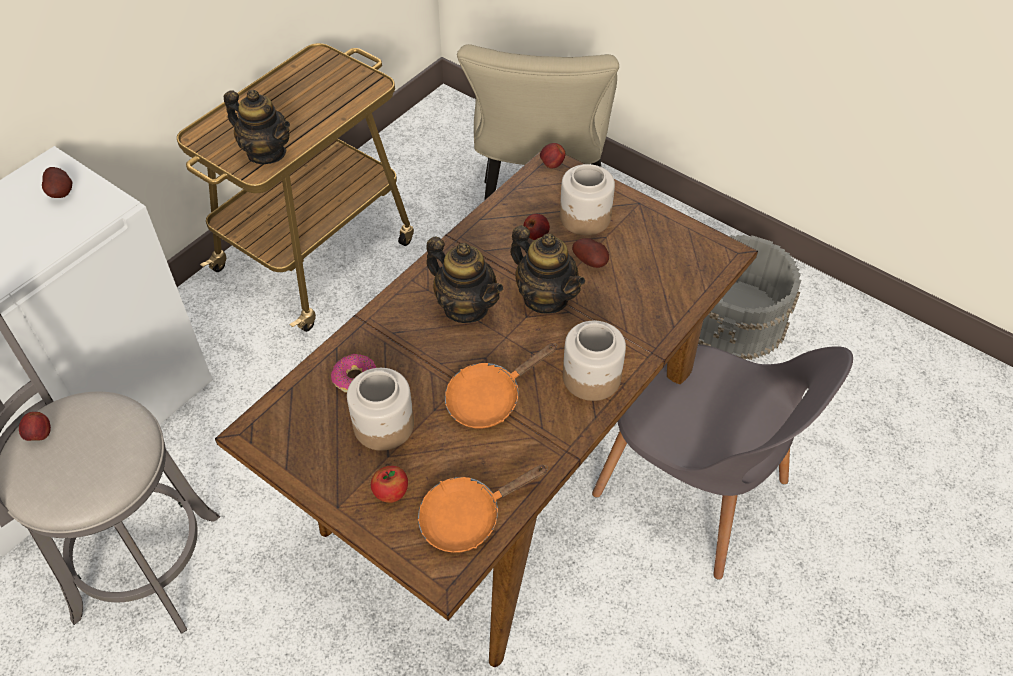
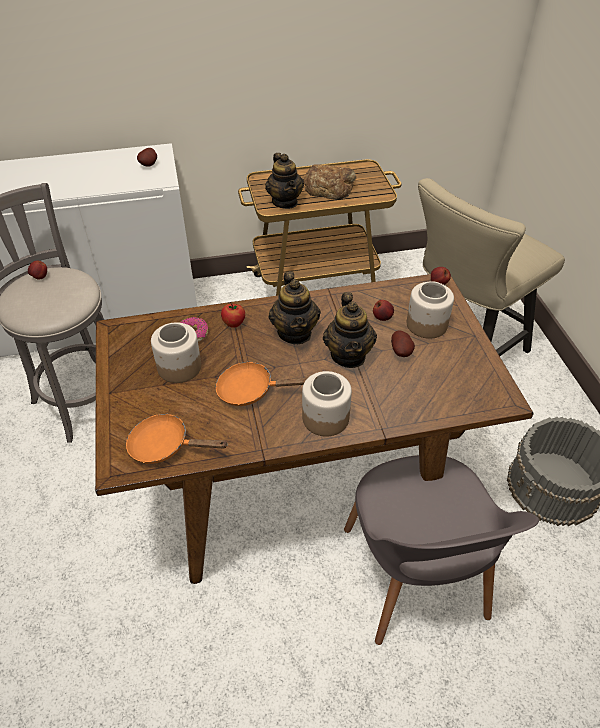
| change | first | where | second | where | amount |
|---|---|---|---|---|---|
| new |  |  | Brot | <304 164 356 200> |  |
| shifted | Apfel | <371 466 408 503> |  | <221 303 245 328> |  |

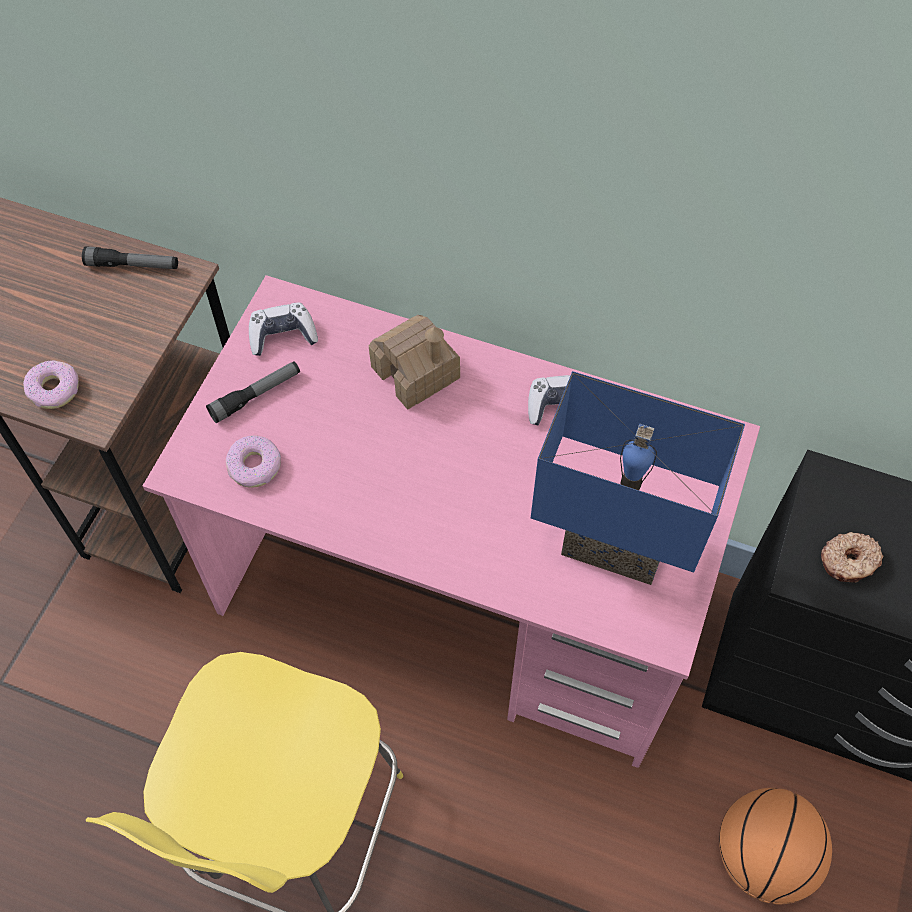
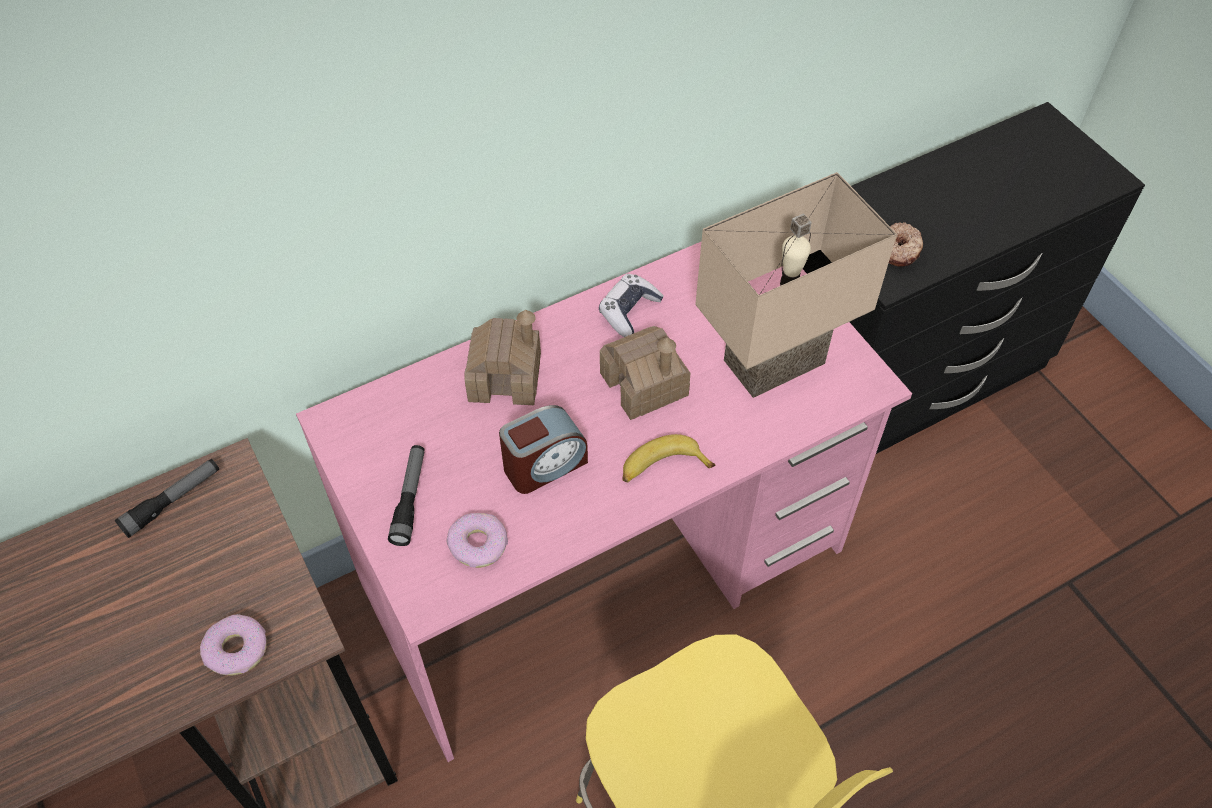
| change | first | where | second | where | amount |
|---|---|---|---|---|---|
| gone | Gamepad | <249 303 318 356> |  |  |  |
| gone | Basketball | <719 788 832 905> |  |  |  |
| new |  |  | Wecker | <499 405 588 494> |  |
| new |  |  | Spielzeughaus | <600 326 690 420> |  |
| new |  |  | Banane | <622 434 715 482> |  |
| repainted | Tischlampe/blau | <531 371 745 585> | Tischlampe/beige | <695 172 897 398> |  |

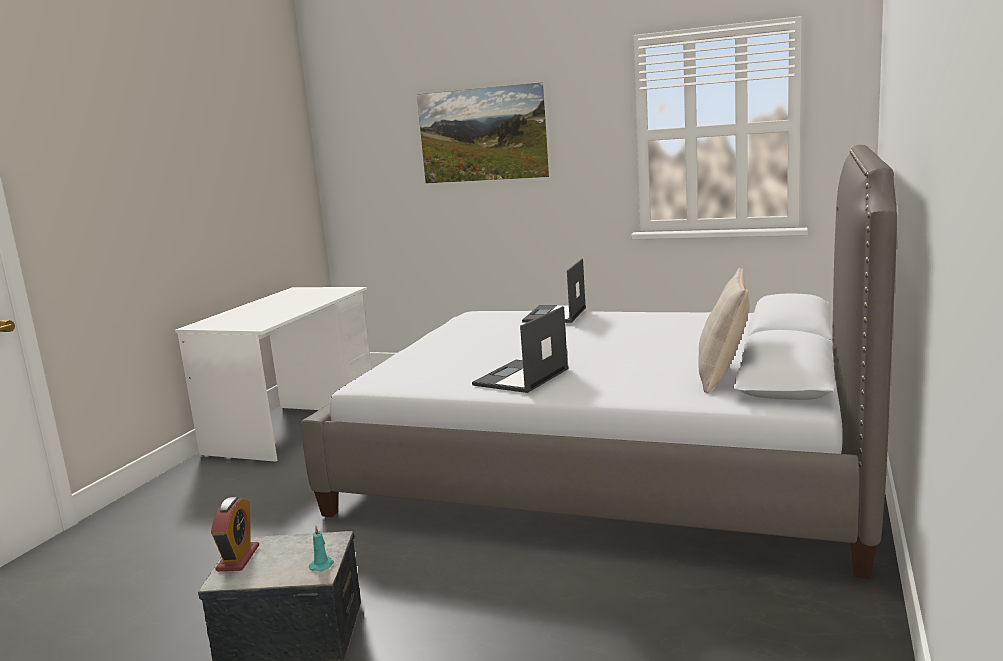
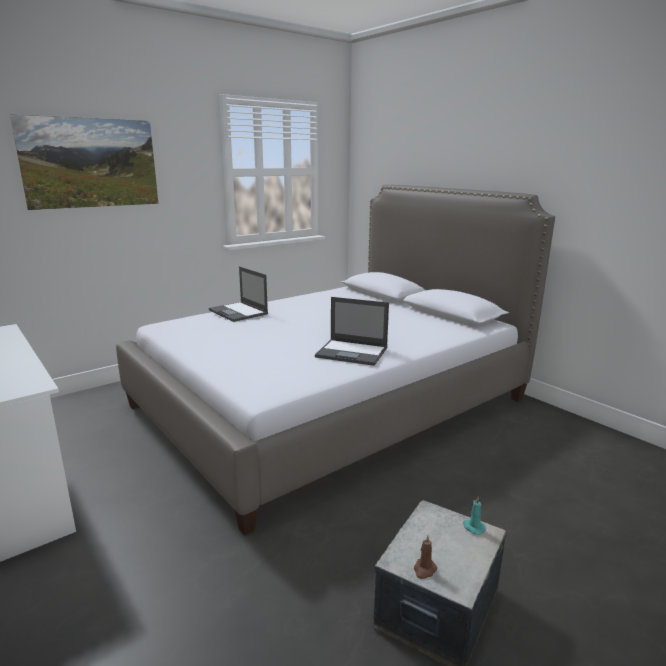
| change | first | where | second | where | amount |
|---|---|---|---|---|---|
| gone | Kissen/beige | <699 268 749 393> |  |  |  |
| swapped | Wecker | <211 497 259 571> | Kerze/braun | <414 535 437 579> |  |
| rotated | Laptop | <472 306 568 393> |  | <315 297 389 366> | 45 degrees counterclockwise |

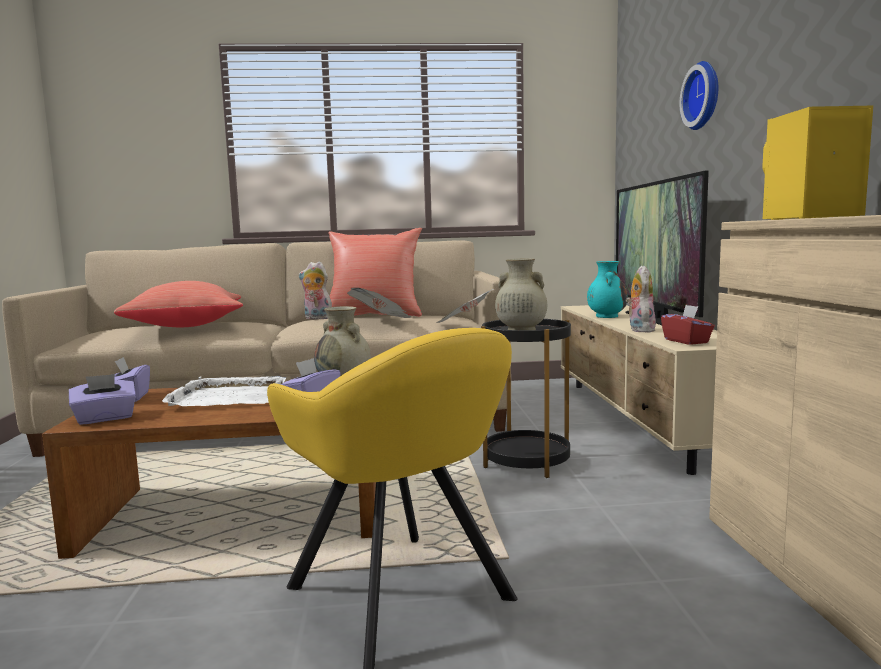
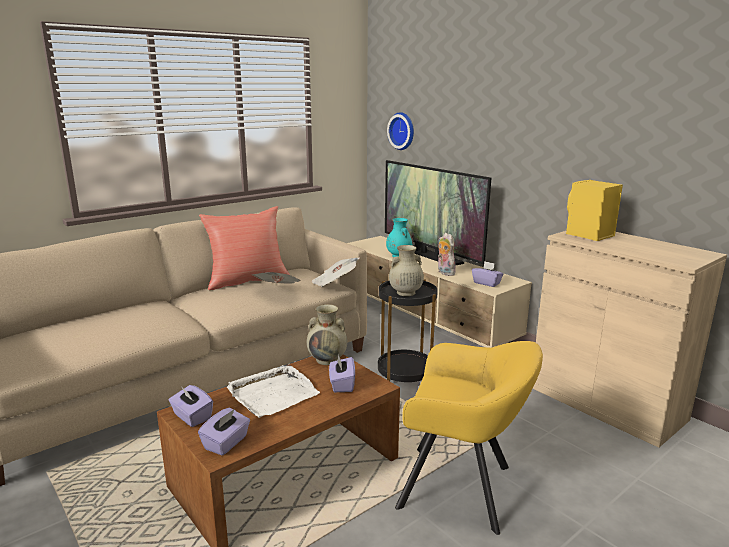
| change | first | where | second | where | amount |
|---|---|---|---|---|---|
| gone | Kissen/rot | <114 281 243 327> |  |  |  |
| gone | Plüschtier | <298 261 332 319> |  |  |  |
| shifted | Wanduhr | <680 61 718 130> |  | <387 112 414 150> |  |
| repainted | Taschentuchbox/rot | <661 305 715 345> | Taschentuchbox/lila | <472 261 504 287> |  |

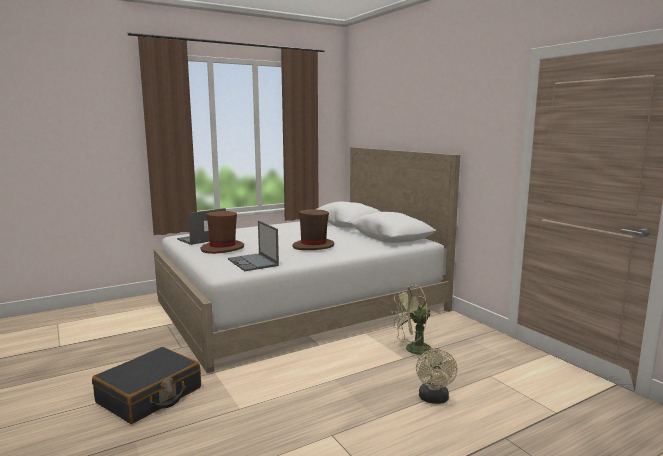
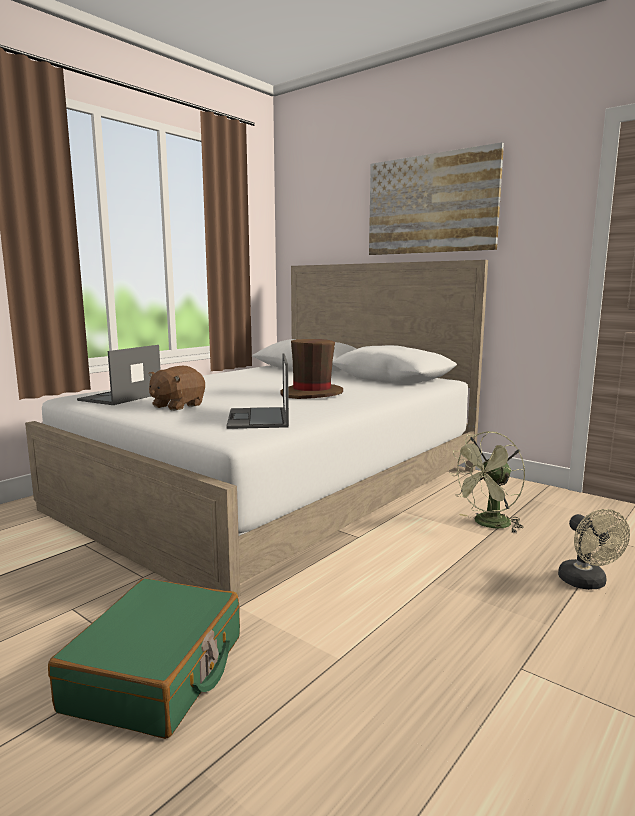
| change | first | where | second | where | amount |
|---|---|---|---|---|---|
| new |  |  | Bild | <369 142 504 255> |  |
| swapped | Hut/braun | <201 211 244 254> | Plüschtier/braun | <148 366 205 411> |  |
| repainted | Koffer/schwarz | <92 347 201 424> | Koffer/grün | <48 578 240 739> |  |
| rotated | Laptop | <228 221 279 271> |  | <226 354 289 429> | 45 degrees clockwise |

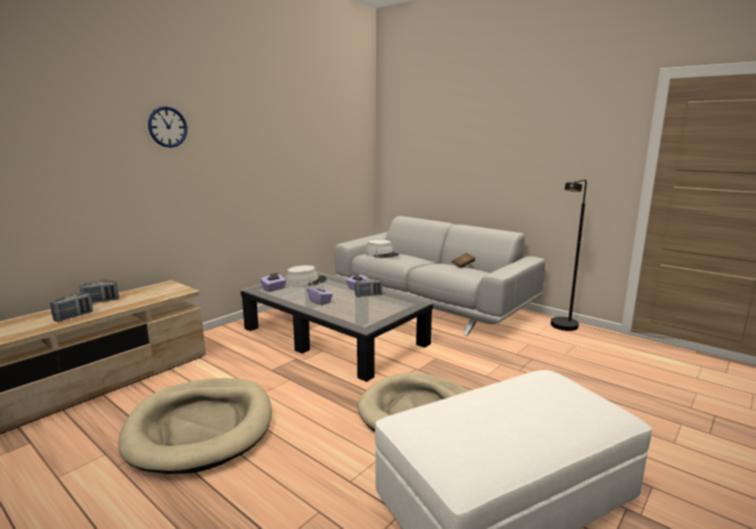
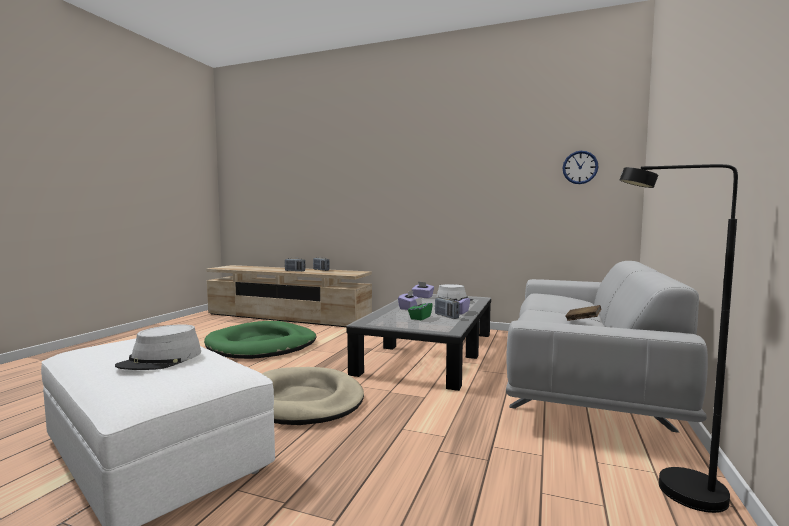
| change | first | where | second | where | amount |
|---|---|---|---|---|---|
| new |  |  | Taschentuchbox/grün | <408 297 433 320> |  |
| shifted | Wanduhr | <148 106 187 148> |  | <562 151 599 184> |  |
| shifted | Hut/grau | <365 239 399 258> |  | <115 324 201 370> |  |
| repainted | Hundebett/beige | <118 378 272 474> | Hundebett/grün | <204 321 316 359> |  |

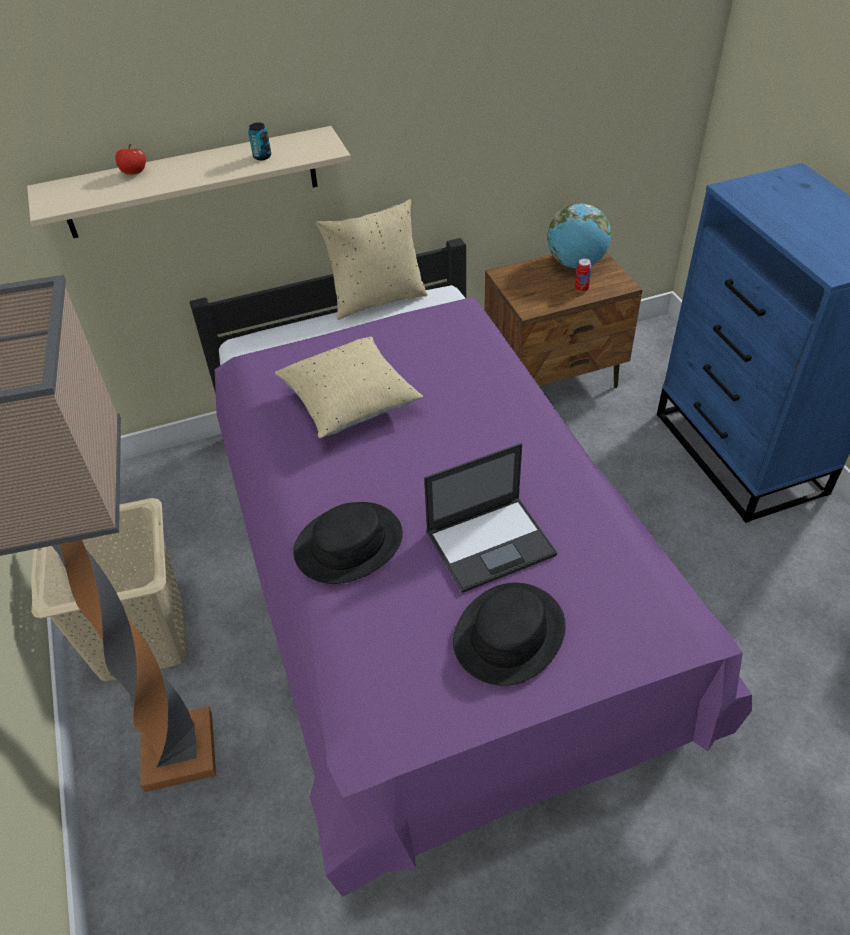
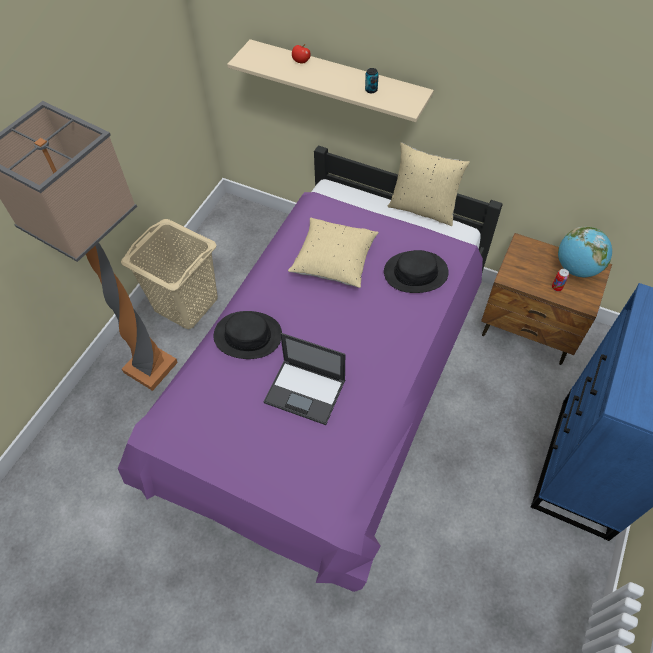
| change | first | where | second | where | amount |
|---|---|---|---|---|---|
| shifted | Hut/schwarz | <453 583 566 686> |  | <384 250 449 293> |  |

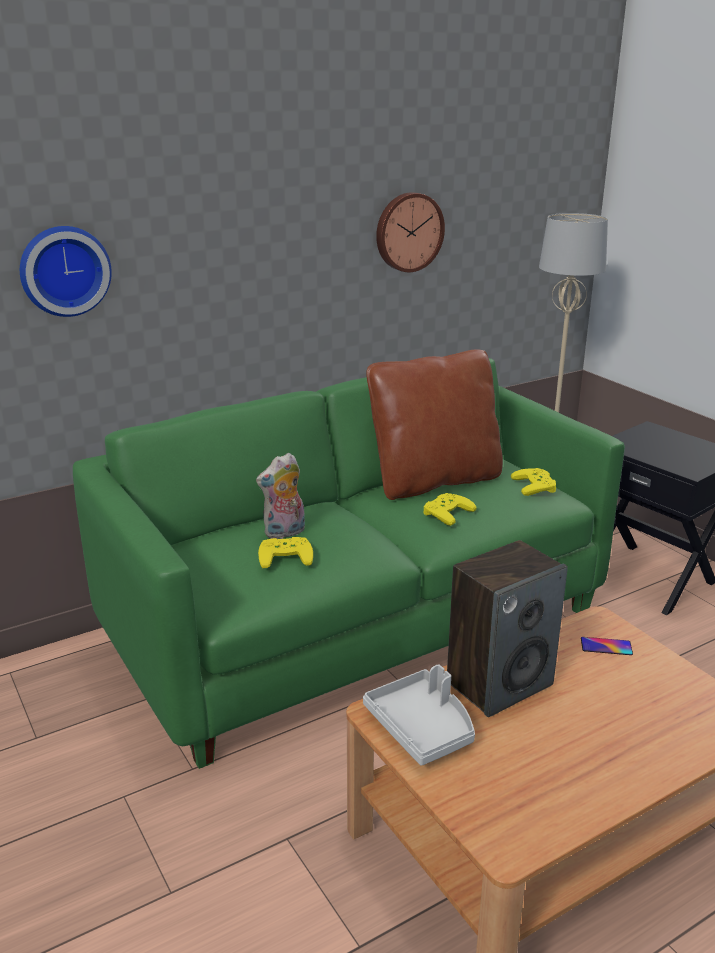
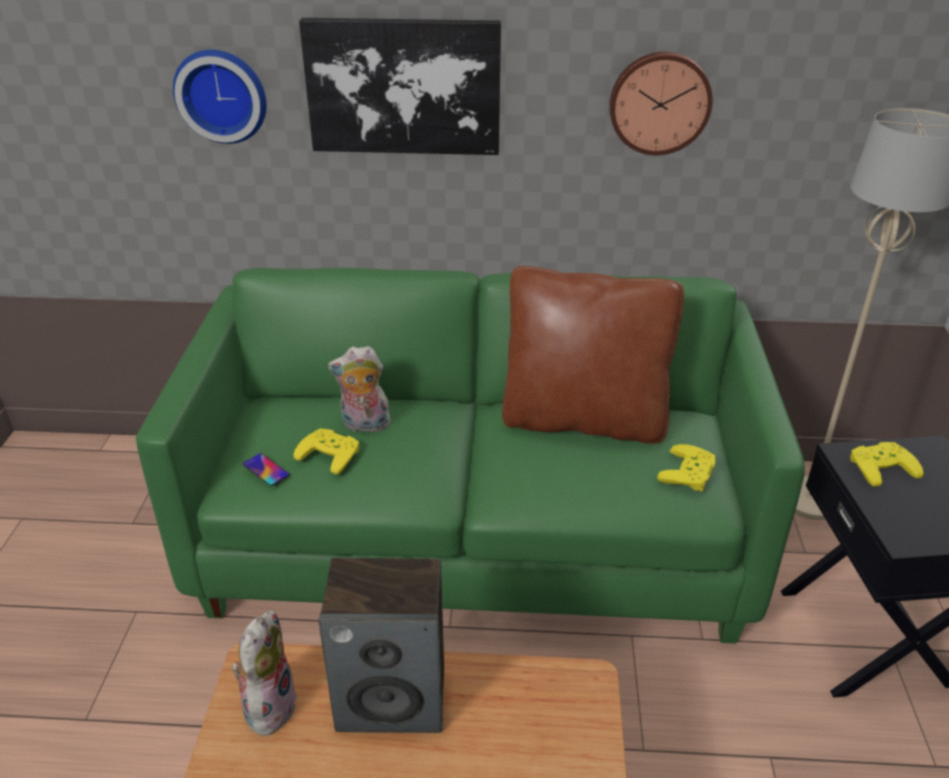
| change | first | where | second | where | amount |
|---|---|---|---|---|---|
| new |  |  | Bild | <299 18 501 155> |  |
| shifted | Gamepad/gelb | <423 493 477 526> |  | <850 442 924 487> |  |
| shifted | Handy | <581 637 633 655> |  | <243 453 290 486> |  |
| swapped | Tablett/grau | <363 665 475 766> | Plüschtier | <232 610 298 736> |  |

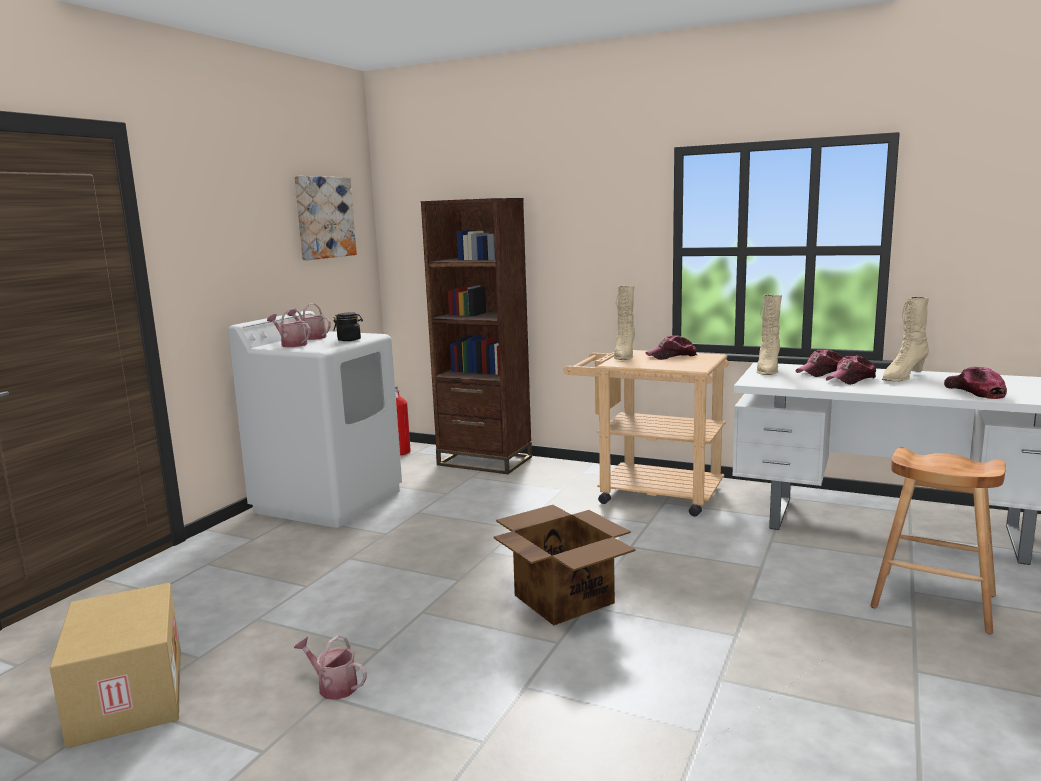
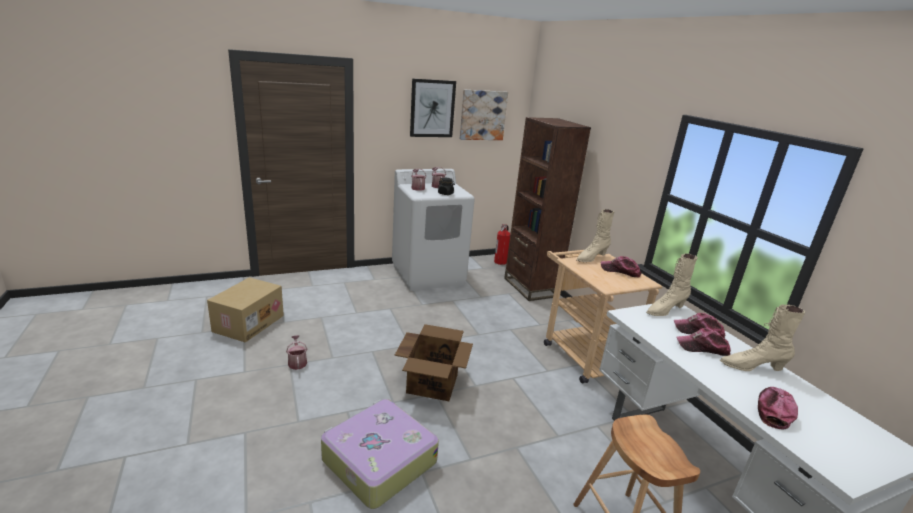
| change | first | where | second | where | amount |
|---|---|---|---|---|---|
| new |  |  | Koffer | <321 399 439 509> |  |
| new |  |  | Bild | <410 79 456 137> |  |

